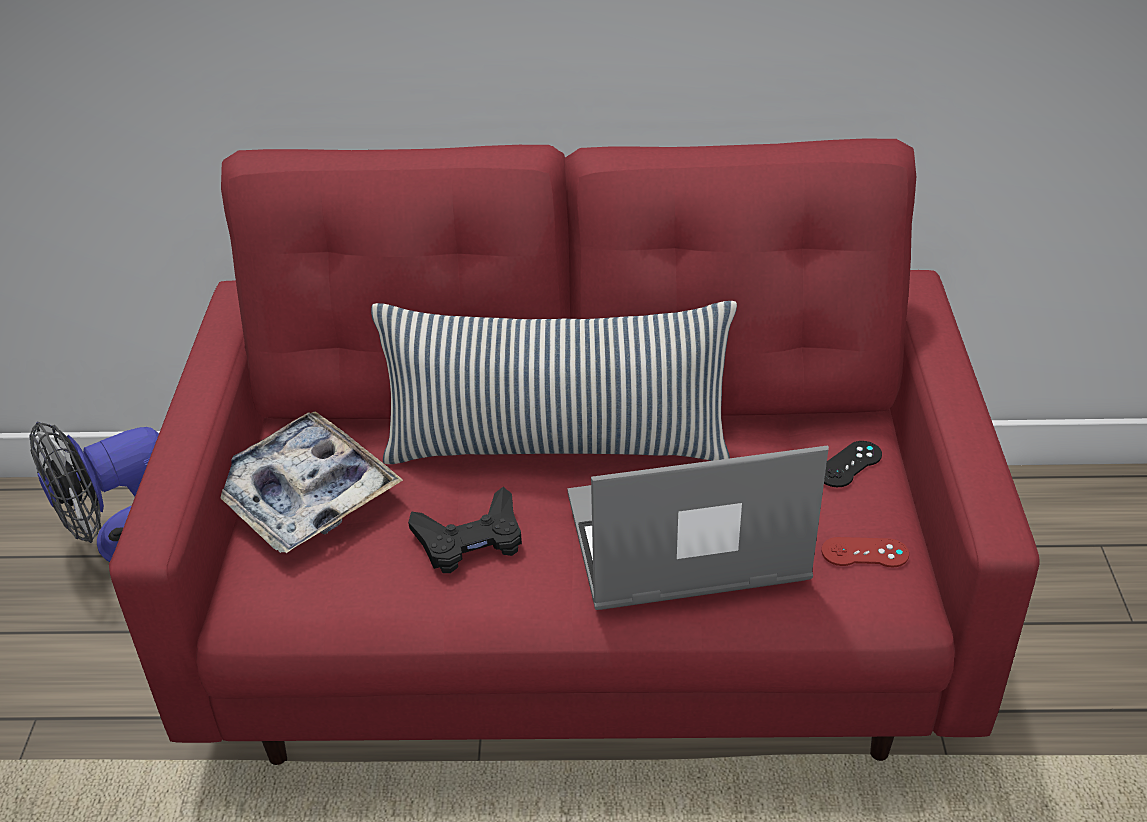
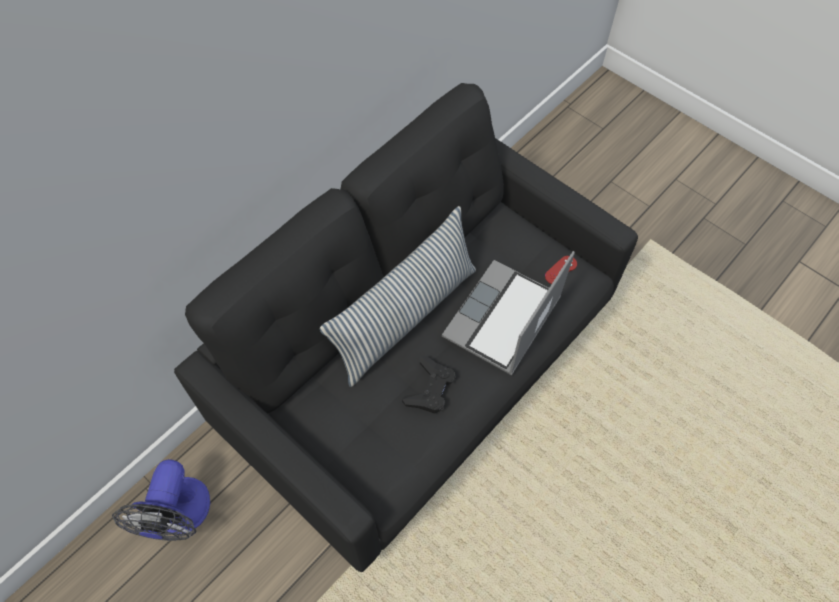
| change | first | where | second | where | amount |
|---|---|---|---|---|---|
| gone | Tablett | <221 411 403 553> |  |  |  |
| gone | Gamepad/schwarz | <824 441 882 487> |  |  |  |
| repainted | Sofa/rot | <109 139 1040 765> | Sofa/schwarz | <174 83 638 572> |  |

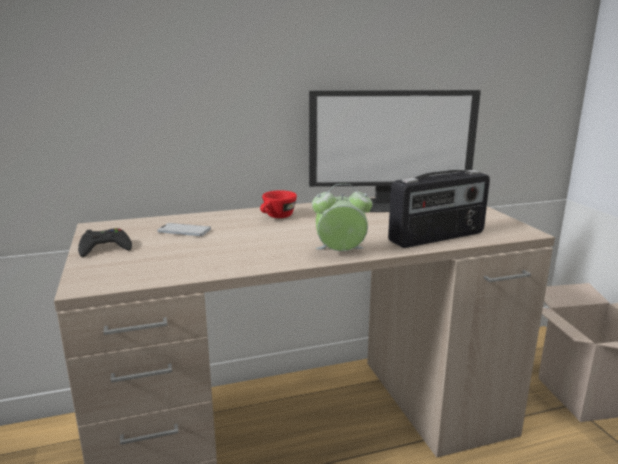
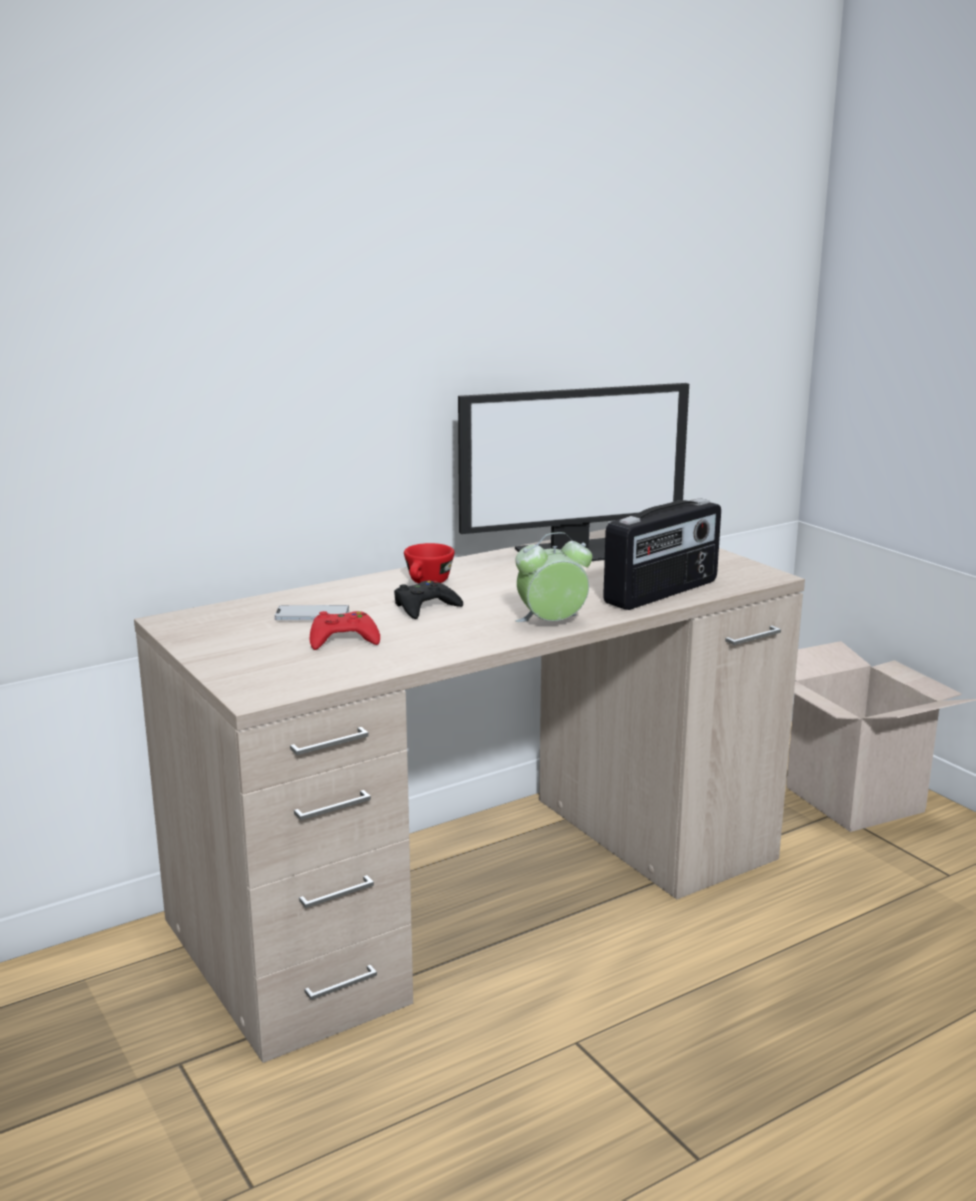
| change | first | where | second | where | amount |
|---|---|---|---|---|---|
| new |  |  | Gamepad/rot | <310 611 380 650> |  |
| shifted | Gamepad/schwarz | <78 228 132 257> |  | <394 581 463 619> |  |

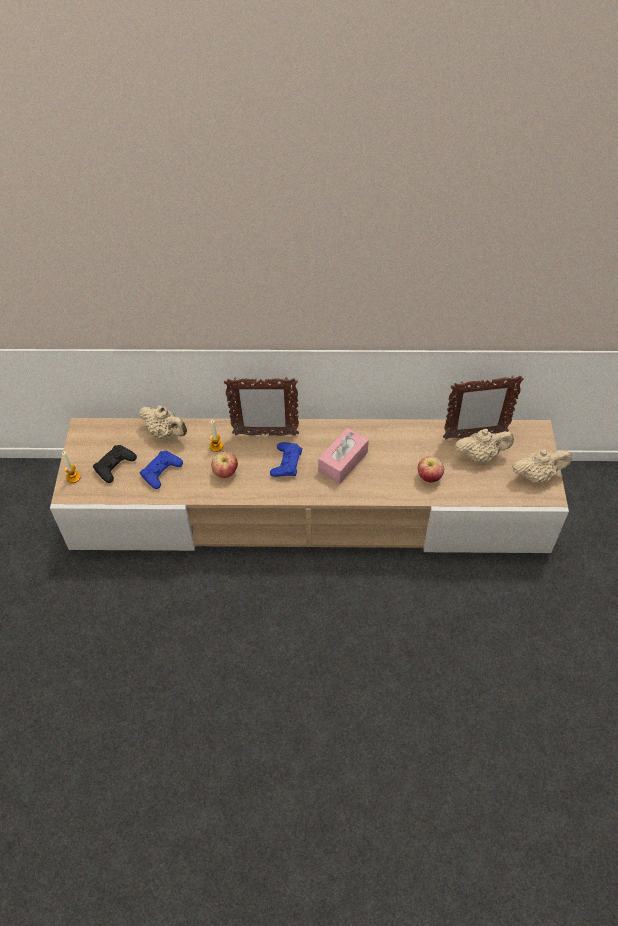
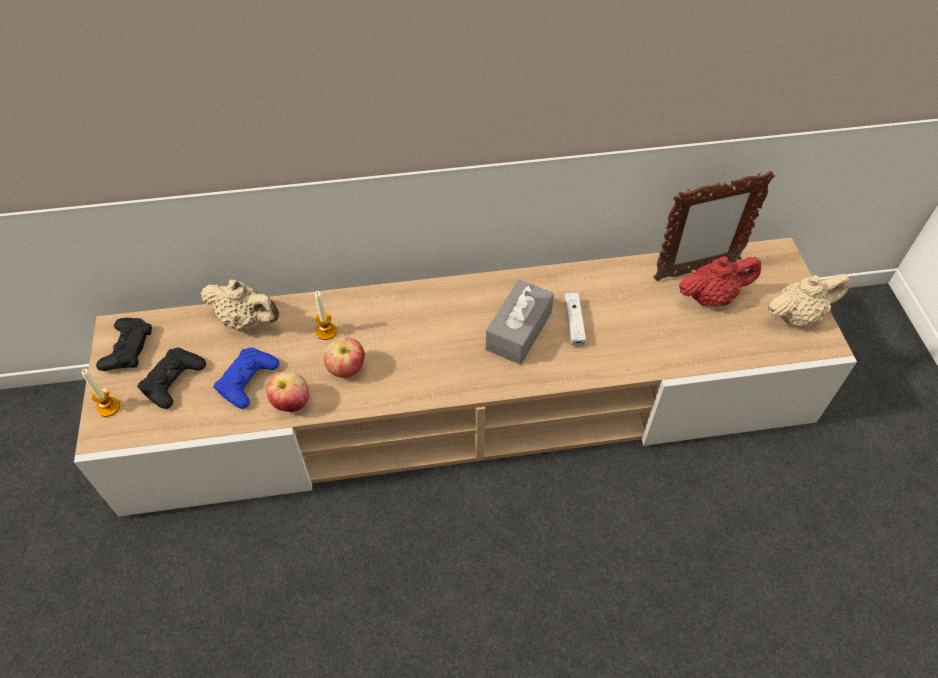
| change | first | where | second | where | amount |
|---|---|---|---|---|---|
| gone | Bilderrahmen | <224 378 299 436> |  |  |  |
| gone | Gamepad/blau | <270 442 302 477> |  |  |  |
| new |  |  | Gamepad/schwarz | <96 318 152 371> |  |
| new |  |  | Gamepad/weiß | <564 293 586 347> |  |
| shifted | Apfel | <418 456 444 482> |  | <266 371 309 412> |  |
| repainted | Taschentuchbox/rosa | <318 427 369 484> | Taschentuchbox/grau | <486 280 554 365> |  |
| repainted | Teekanne/beige | <455 429 514 462> | Teekanne/rot | <679 256 761 306> |  |

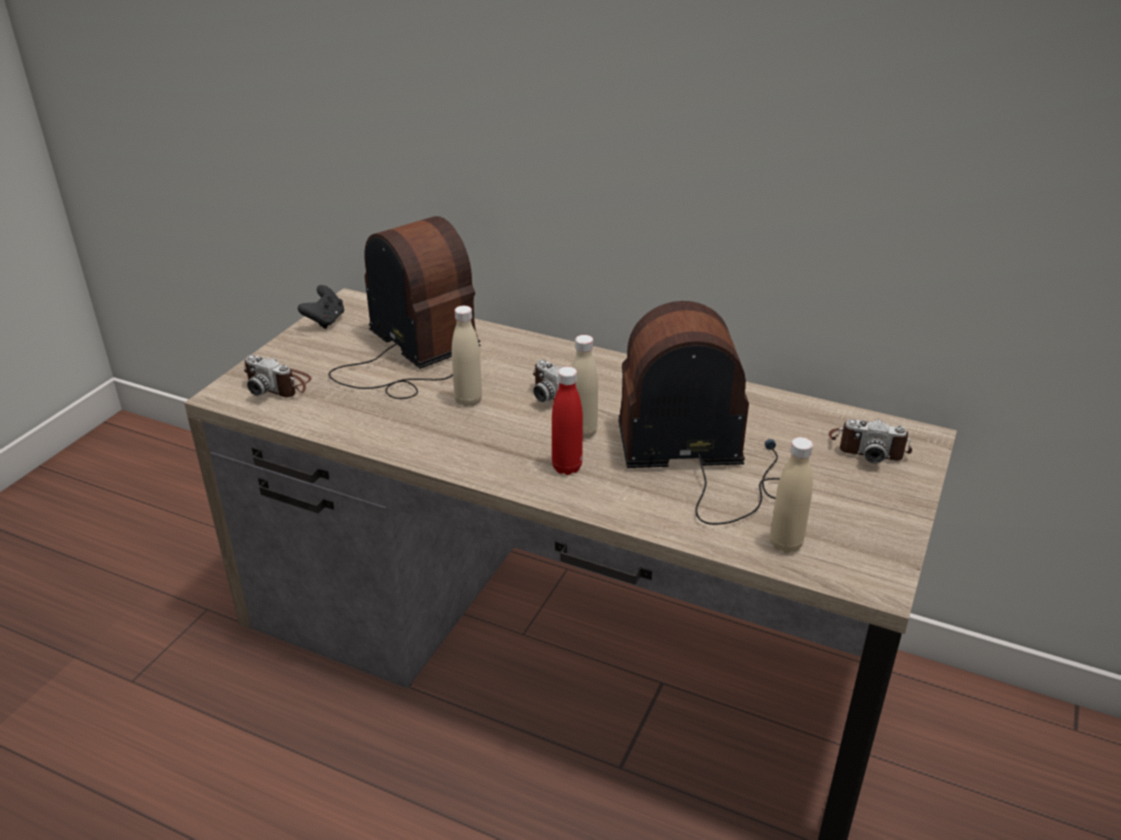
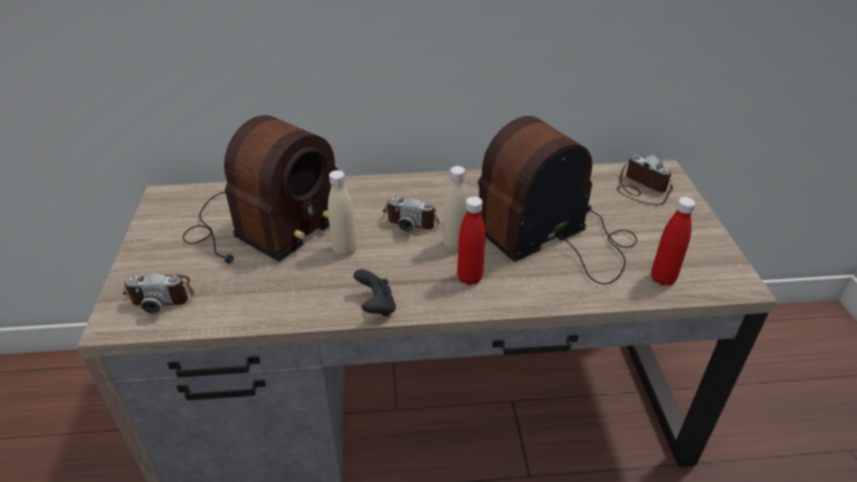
| change | first | where | second | where | amount |
|---|---|---|---|---|---|
| shifted | Gamepad/schwarz | <298 285 344 329> |  | <353 269 396 317> |  |
| repainted | Flasche/beige | <770 437 813 553> | Flasche/rot | <651 197 696 286> |  |
| rotated | Radio | <329 216 480 399> |  | <183 115 339 264> | 105 degrees clockwise |
| rotated | Kamera | <829 419 912 463> |  | <617 154 673 205> | 120 degrees counterclockwise |

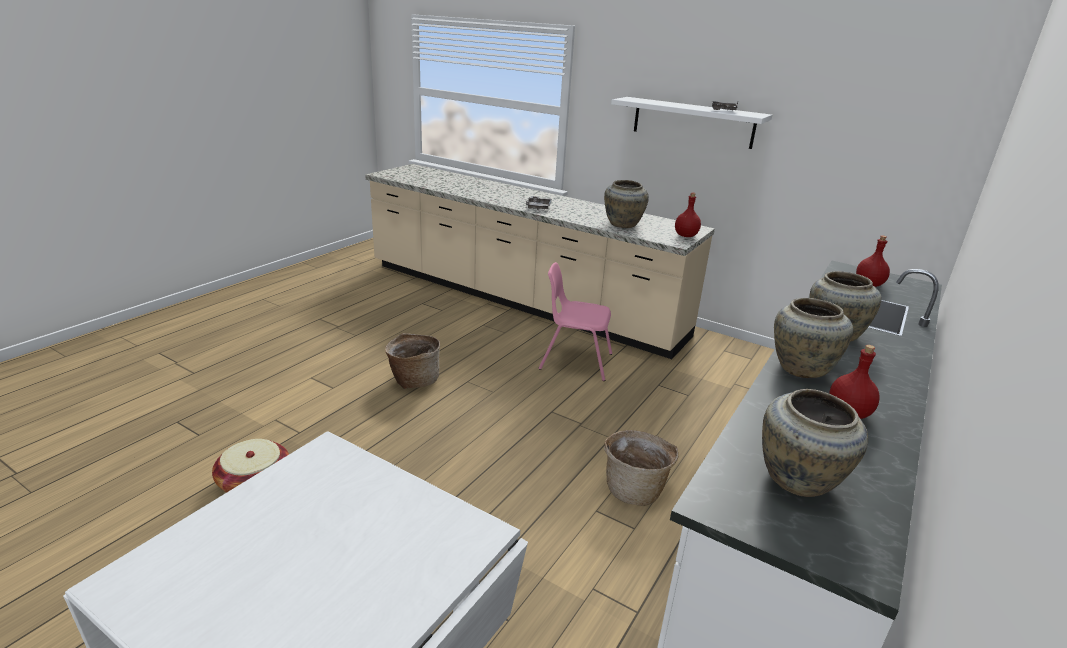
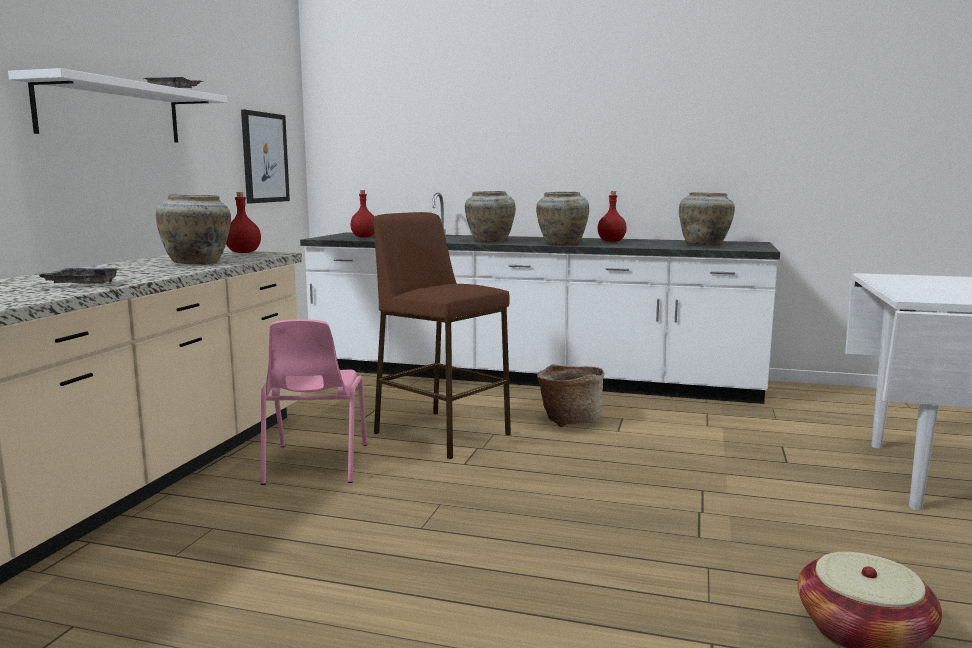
| change | first | where | second | where | amount |
|---|---|---|---|---|---|
| gone | Korb | <385 333 440 389> |  |  |  |
| new |  |  | Bild | <241 110 290 203> |  |
| new |  |  | Hocker/braun | <373 212 511 459> |  |

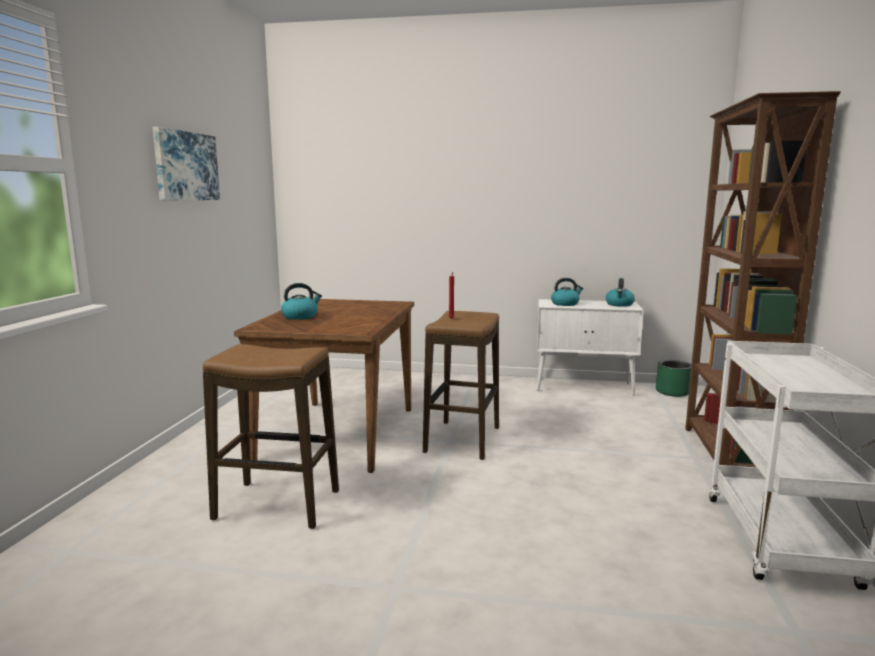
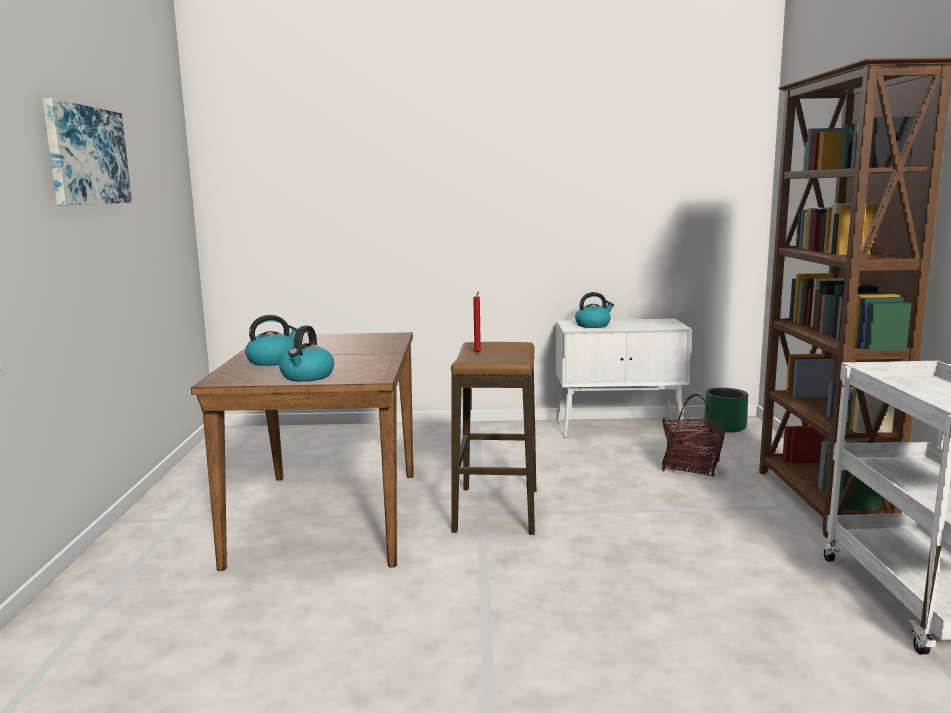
| change | first | where | second | where | amount |
|---|---|---|---|---|---|
| gone | Hocker | <203 344 339 529> |  |  |  |
| new |  |  | Korb | <662 394 725 477> |  |
| shifted | Wasserkessel | <606 278 635 307> |  | <279 326 334 382> |  |

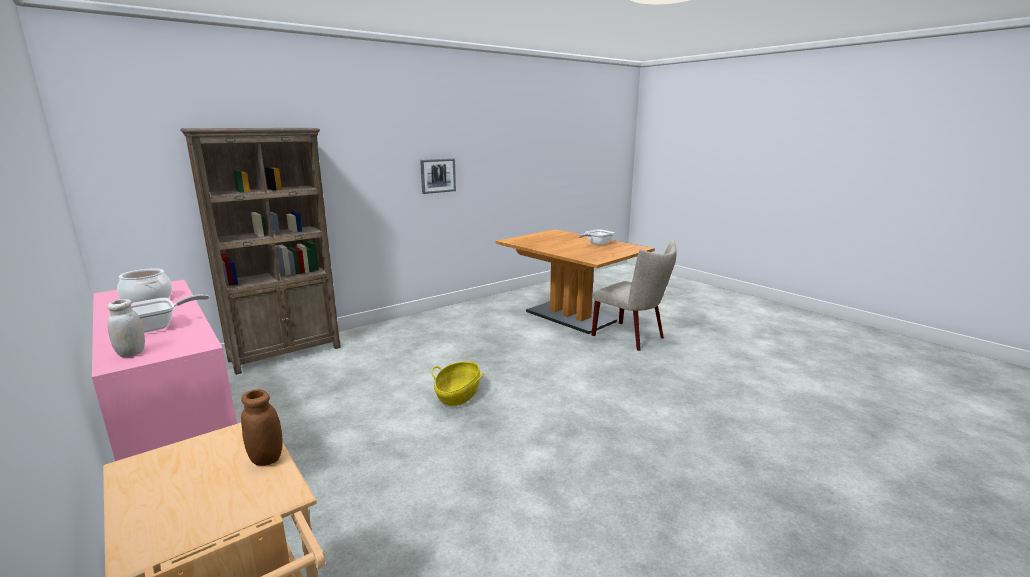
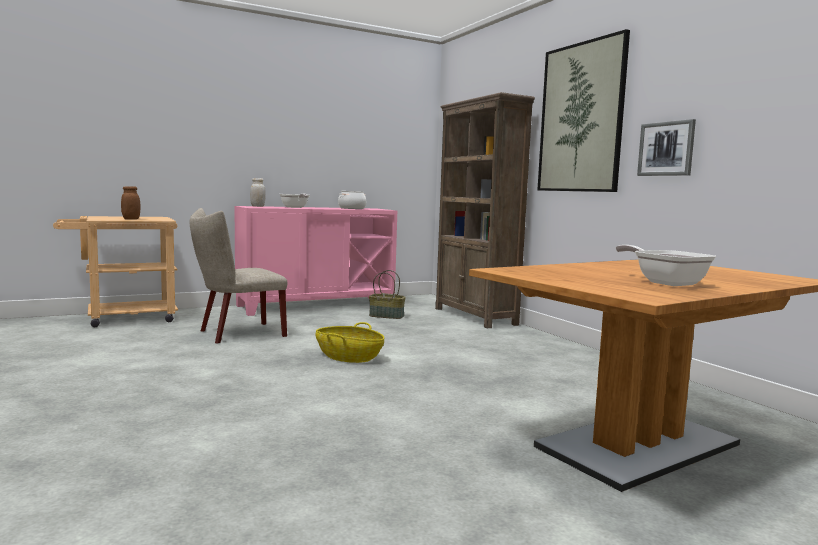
| change | first | where | second | where | amount |
|---|---|---|---|---|---|
| new |  |  | Korb | <369 270 406 319> |  |
| new |  |  | Bild | <537 29 630 192> |  |
| shifted | Stuhl/beige | <591 240 677 351> |  | <190 208 287 343> |  |

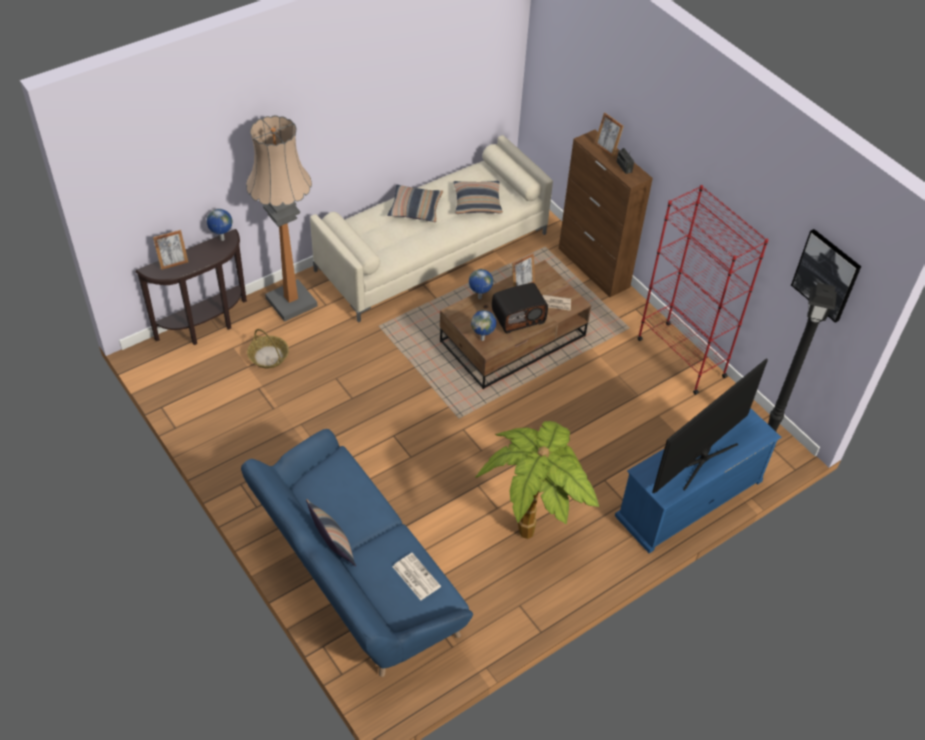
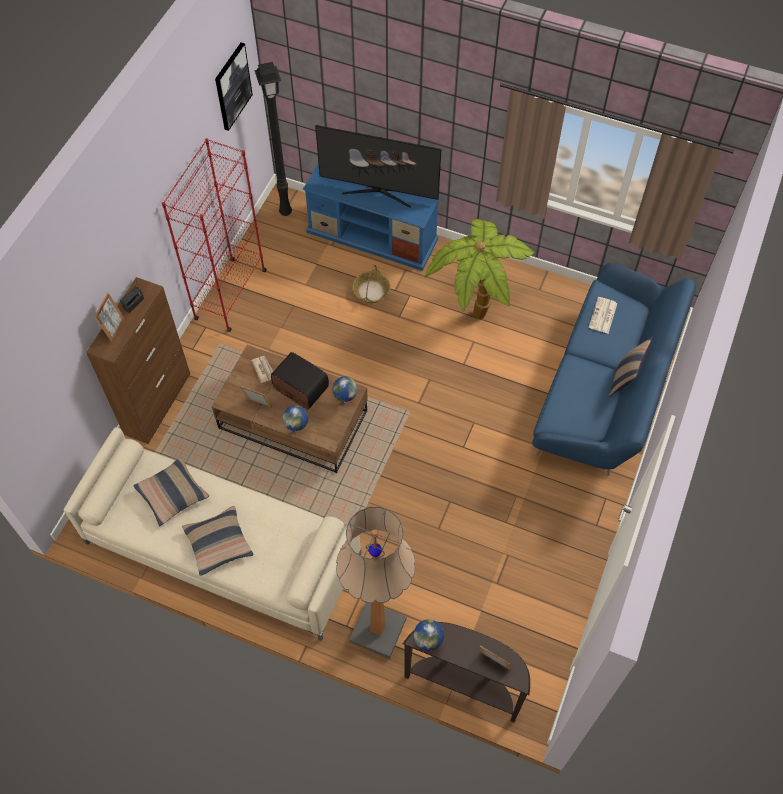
| change | first | where | second | where | amount |
|---|---|---|---|---|---|
| shifted | Korb | <247 329 289 368> |  | <352 265 391 303> |  |

